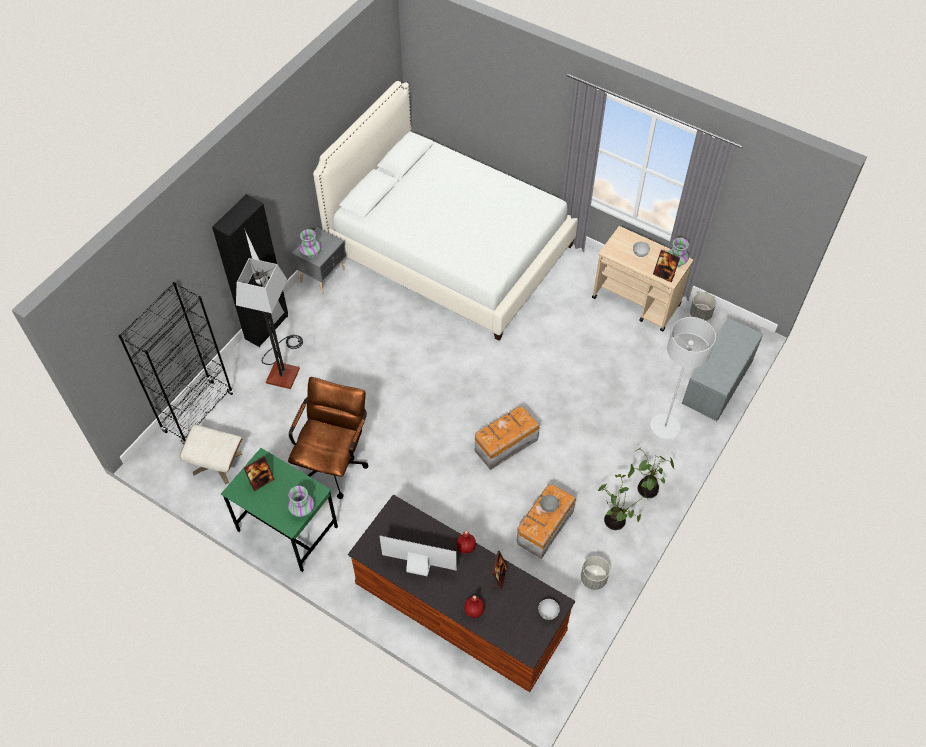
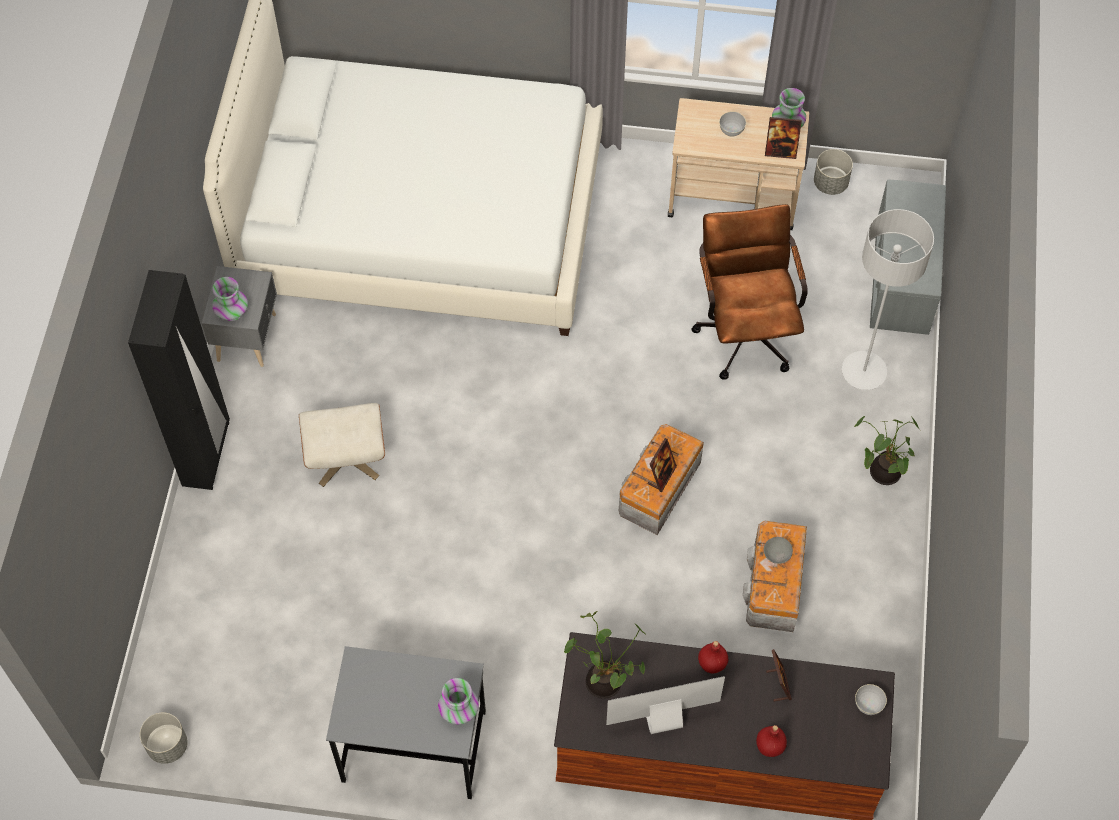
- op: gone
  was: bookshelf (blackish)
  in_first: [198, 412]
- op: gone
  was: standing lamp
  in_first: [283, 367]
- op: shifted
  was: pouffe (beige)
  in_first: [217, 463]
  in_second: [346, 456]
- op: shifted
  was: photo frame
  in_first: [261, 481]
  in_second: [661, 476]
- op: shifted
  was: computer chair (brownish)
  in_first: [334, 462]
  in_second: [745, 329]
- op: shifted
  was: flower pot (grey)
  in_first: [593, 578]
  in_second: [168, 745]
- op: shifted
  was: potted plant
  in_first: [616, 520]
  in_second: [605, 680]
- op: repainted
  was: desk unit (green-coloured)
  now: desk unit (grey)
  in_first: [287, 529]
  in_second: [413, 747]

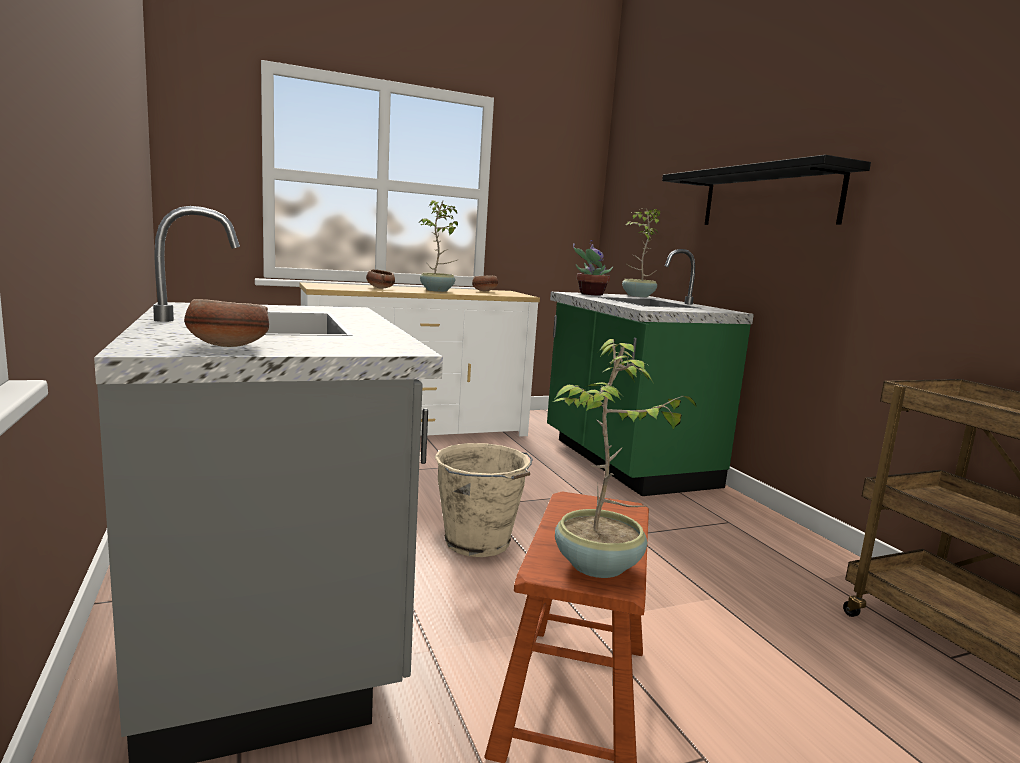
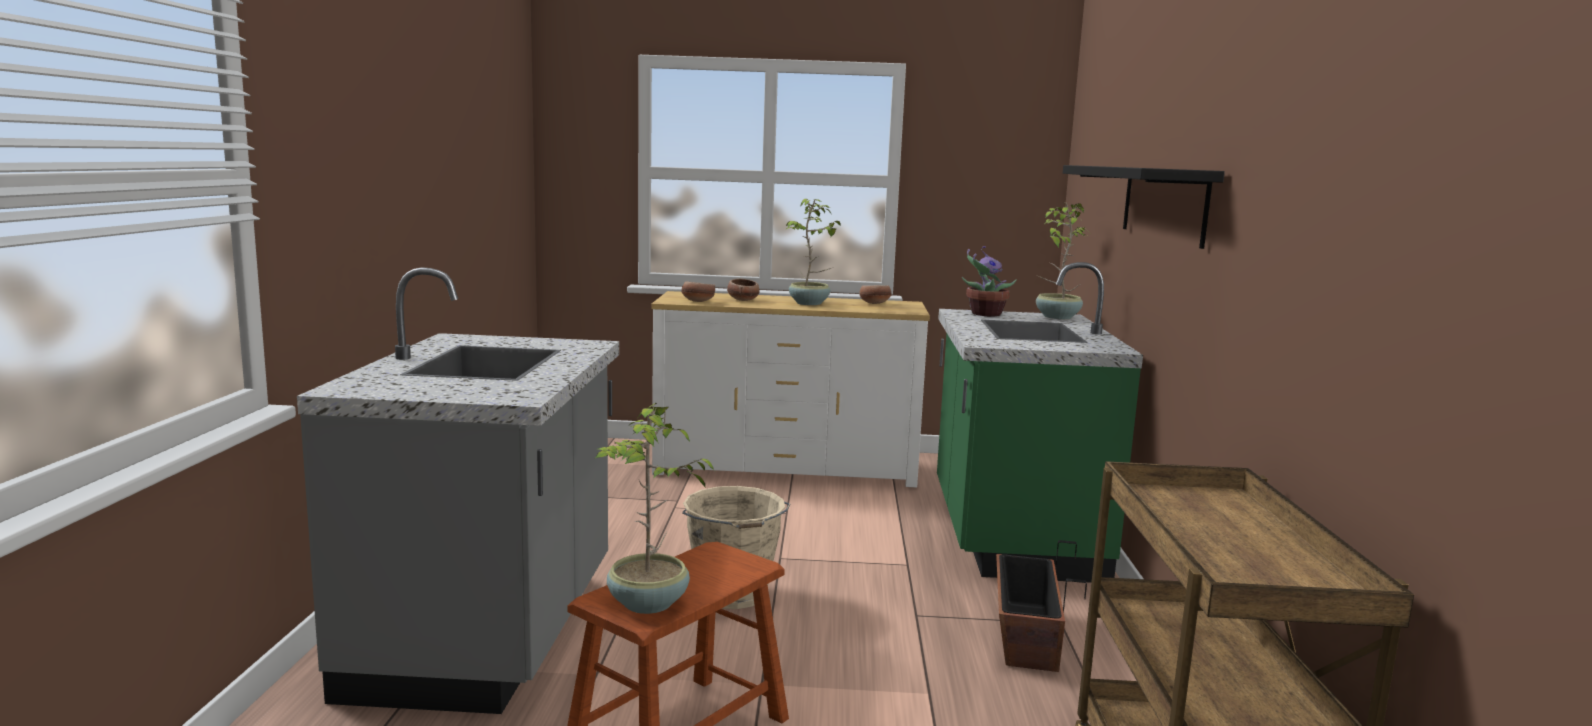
- op: new
  now: flower pot
  in_second: [1026, 636]
- op: shifted
  was: serving bowl
  in_first: [227, 346]
  in_second: [697, 301]

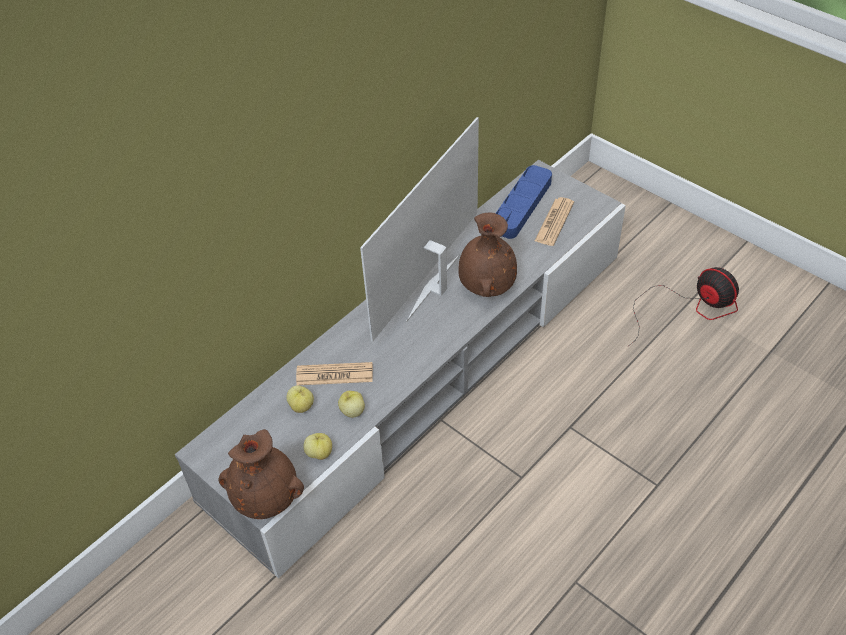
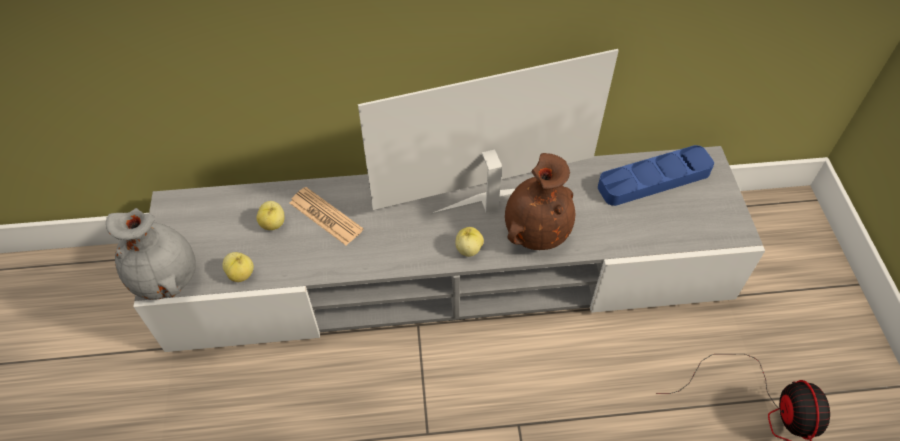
- op: gone
  was: newspaper
  in_first: [554, 222]
- op: shifted
  was: apple
  in_first: [352, 411]
  in_second: [468, 249]
- op: repainted
  was: vase (brownish)
  now: vase (grey)
  in_first: [266, 497]
  in_second: [167, 278]

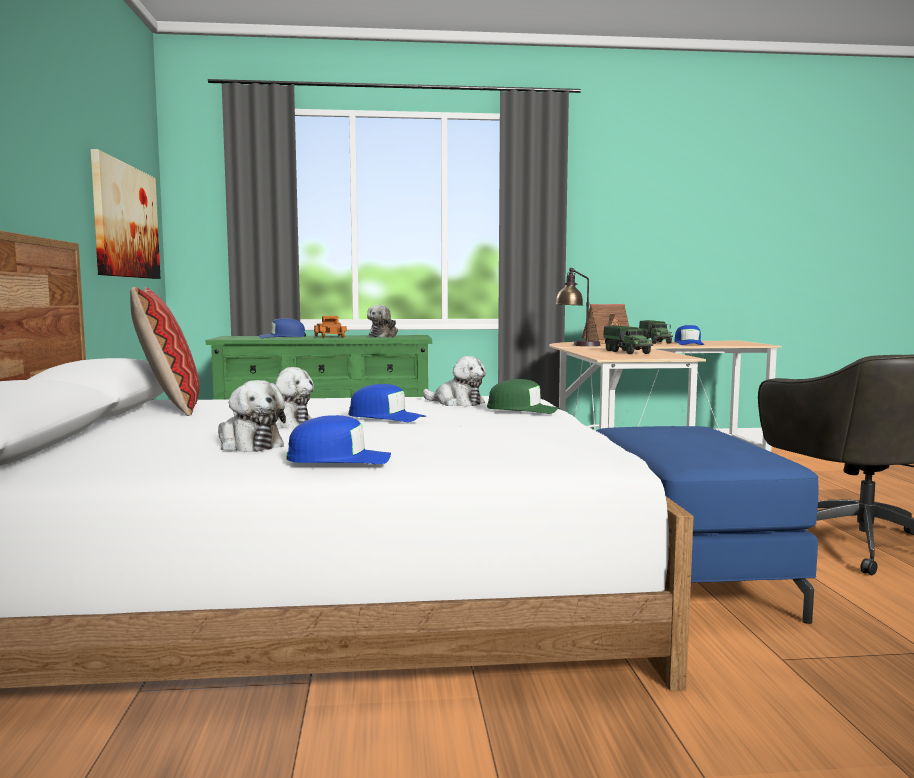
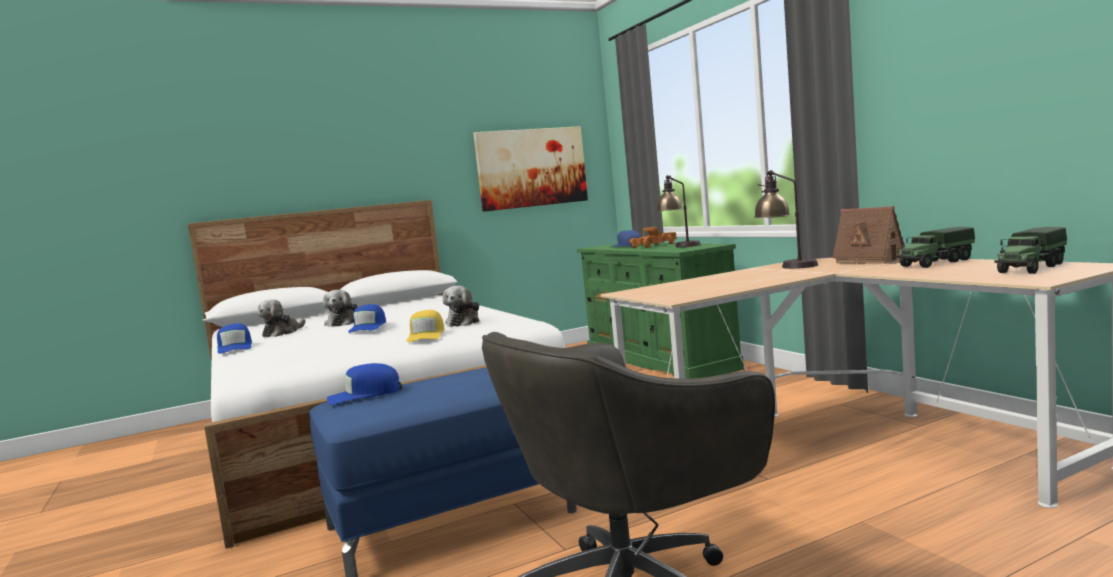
- op: gone
  was: throw pillow
  in_first: [170, 407]
- op: shifted
  was: toy lorry
  in_first: [627, 352]
  in_second: [1030, 268]
- op: shifted
  was: baseball cap (blue-coloured)
  in_first: [688, 343]
  in_second: [365, 395]
- op: swapped
  was: cuddly toy
  now: tabletop lamp
  in_first: [383, 336]
  in_second: [680, 247]
- op: repainted
  was: baseball cap (green-coloured)
  now: baseball cap (yellowish)
  in_first: [523, 409]
  in_second: [426, 335]

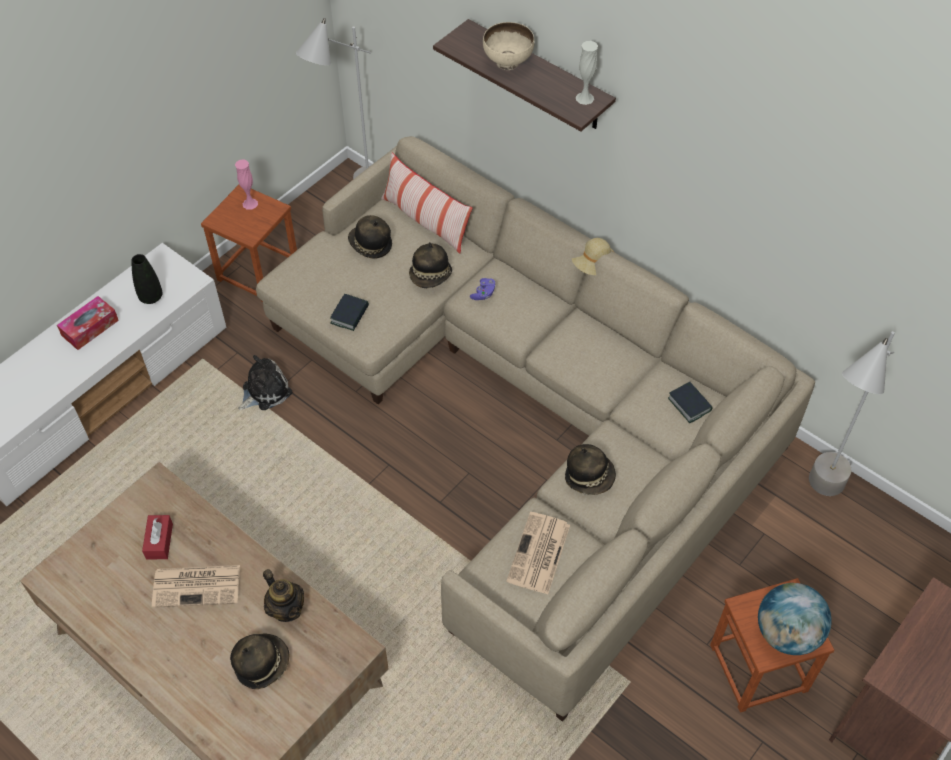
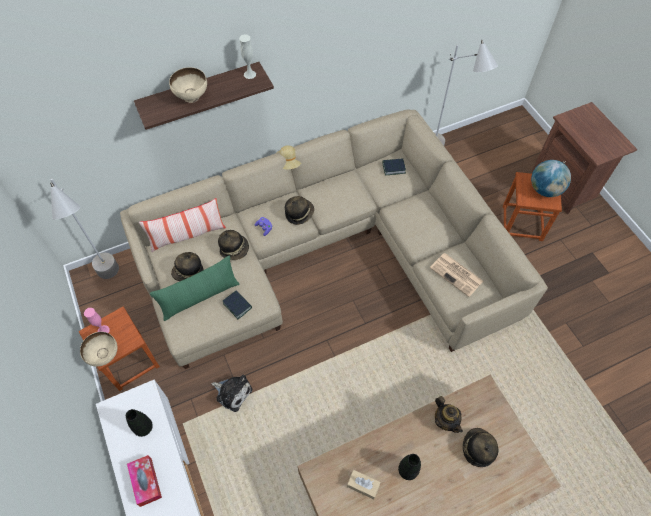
- op: new
  now: serving bowl (beige)
  in_second: [104, 355]
- op: new
  now: throw pillow (green-coloured)
  in_second: [200, 297]
- op: shifted
  was: hat
  in_first: [589, 477]
  in_second: [299, 213]
- op: swapped
  was: newspaper
  now: vase (blackish)
  in_first: [198, 585]
  in_second: [408, 470]
- op: repainted
  was: tissue holder (red)
  now: tissue holder (beige)
  in_first: [159, 541]
  in_second: [363, 485]
- op: rotated
  was: cuddly toy
  in_first: [264, 391]
  in_second: [232, 392]
  clockwise: 135
- op: rotated
  was: tea pot
  in_first: [286, 609]
  in_second: [445, 420]
  clockwise: 75

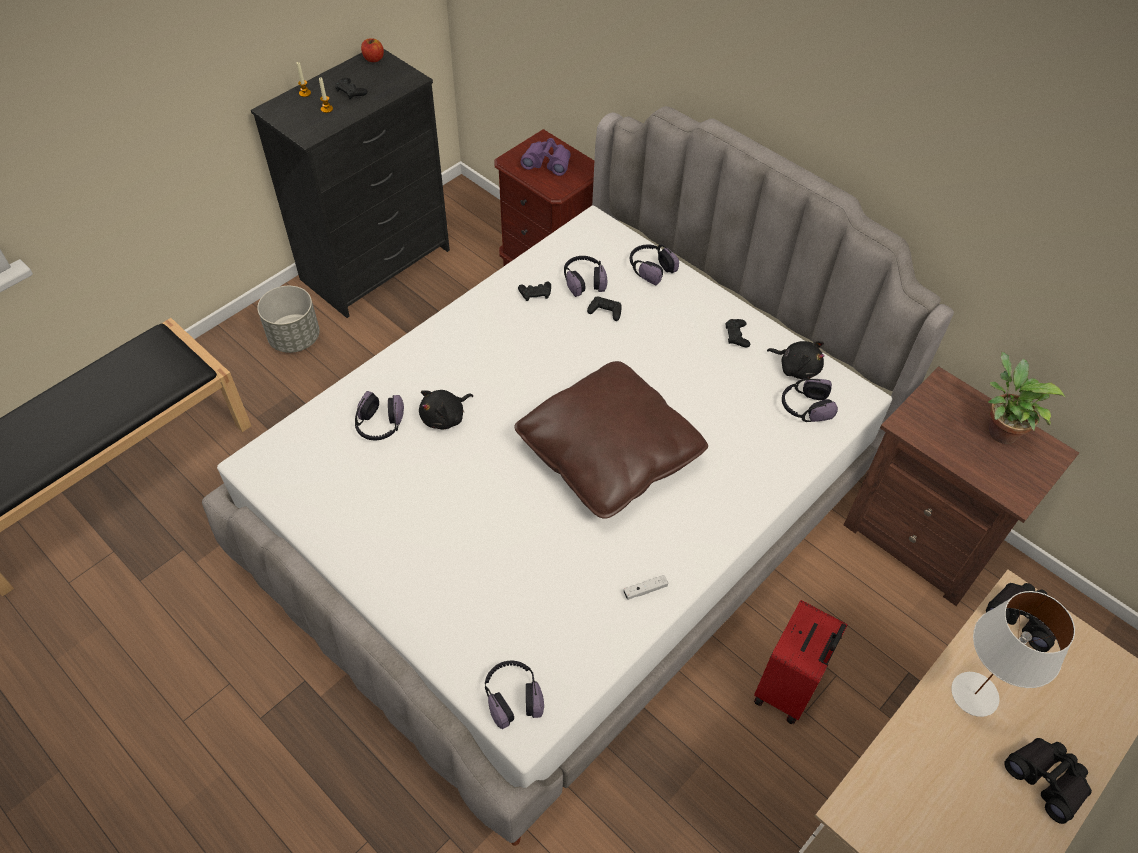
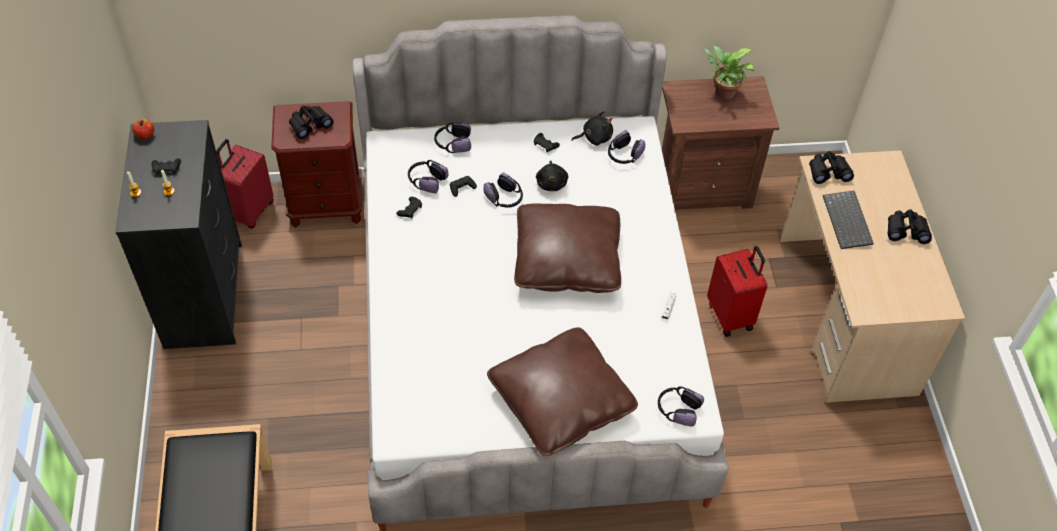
- op: gone
  was: flower pot (grey)
  in_first: [295, 338]
- op: new
  now: suitcase (red)
  in_second: [249, 211]
- op: new
  now: throw pillow (brownish)
  in_second: [561, 401]
- op: shifted
  was: headset
  in_first: [379, 425]
  in_second: [504, 198]
- op: shifted
  was: cuddly toy (blackish)
  in_first: [445, 417]
  in_second: [551, 183]
- op: swapped
  was: tabletop lamp (white)
  now: PC keyboard
  in_first: [975, 695]
  in_second: [848, 221]
- op: repainted
  was: field glasses (purple-coloured)
  now: field glasses (blackish)
  in_first: [547, 162]
  in_second: [310, 125]

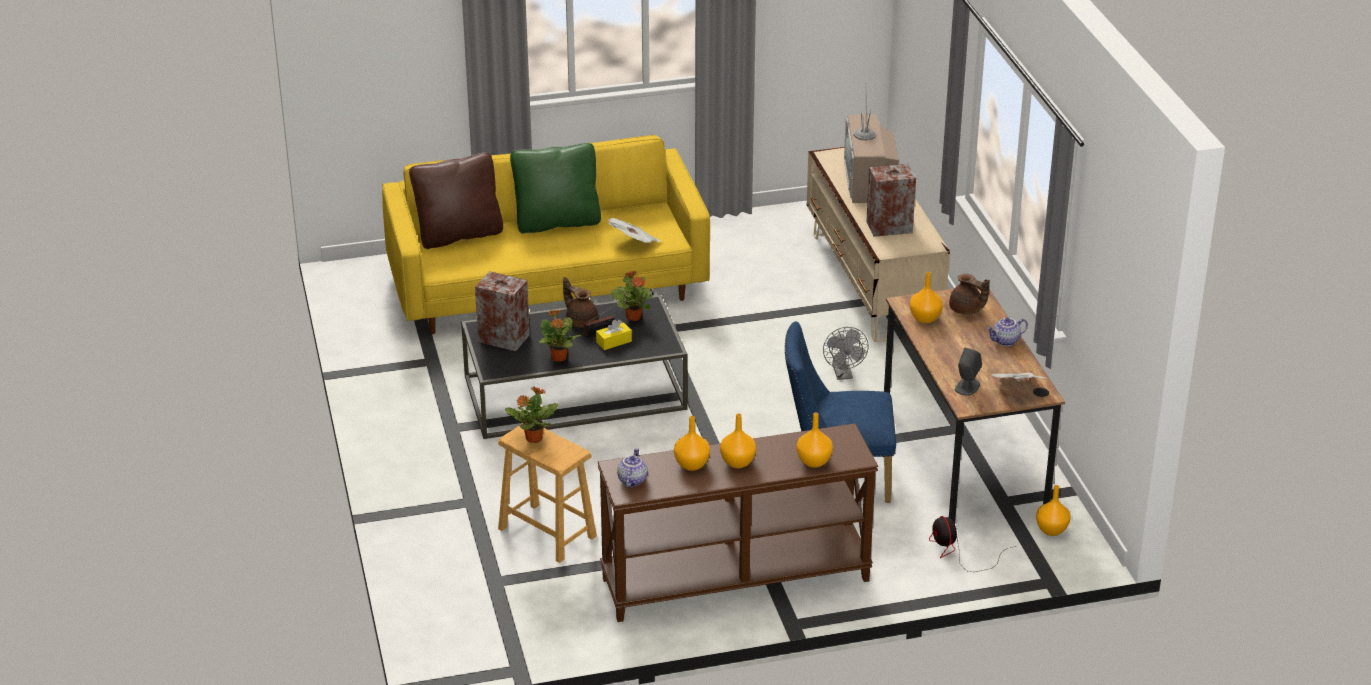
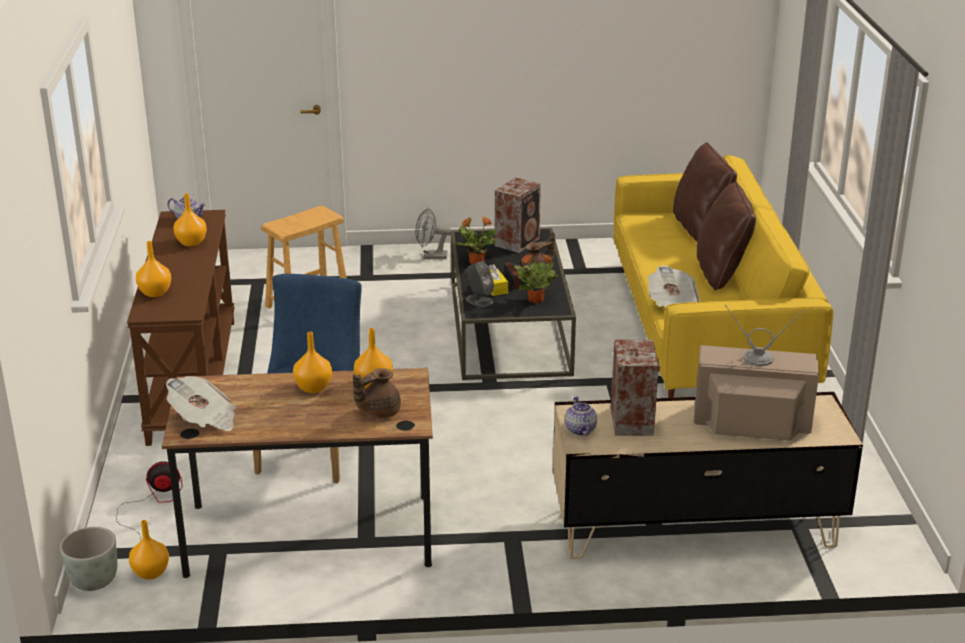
- op: gone
  was: potted plant
  in_first: [533, 438]
- op: new
  now: flower pot (grey)
  in_second: [93, 581]
- op: shifted
  was: vase (orange)
  in_first: [737, 463]
  in_second: [313, 387]
- op: shifted
  was: electric fan (grey)
  in_first: [843, 375]
  in_second: [431, 256]
- op: shifted
  was: loudspeaker (grey)
  in_first: [967, 387]
  in_second: [479, 301]
- op: shifted
  was: tea pot
  in_first: [1006, 341]
  in_second: [579, 429]
- op: repainted
  was: throw pillow (green-coloured)
  now: throw pillow (brownish)
  in_first: [557, 222]
  in_second: [721, 273]

